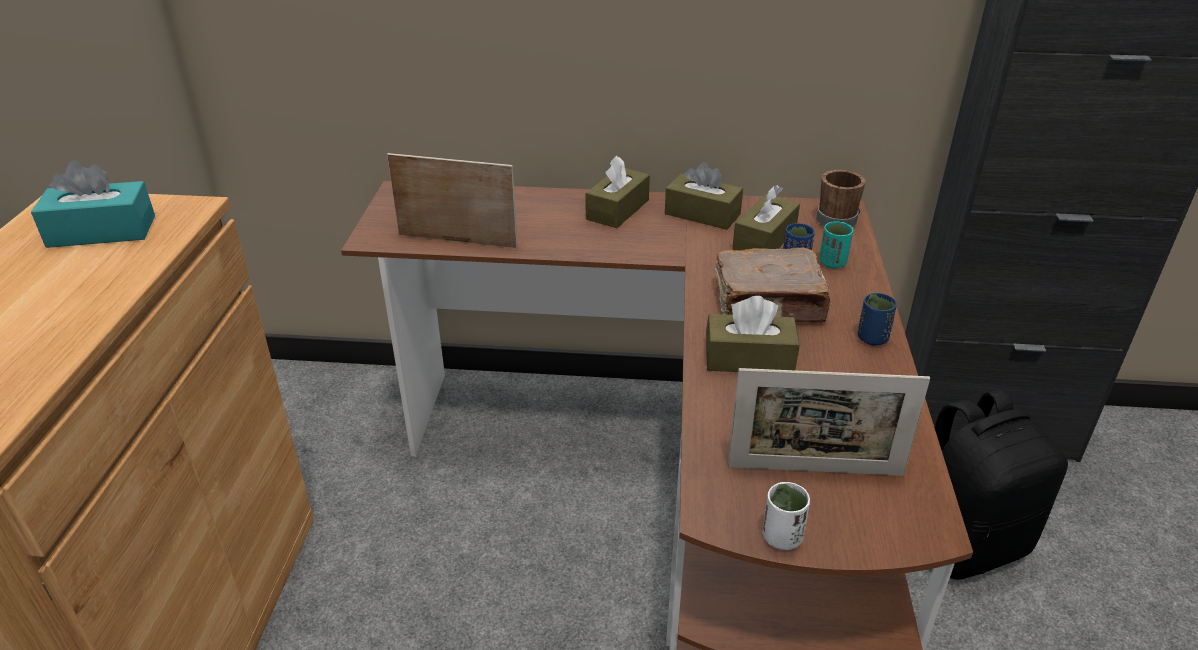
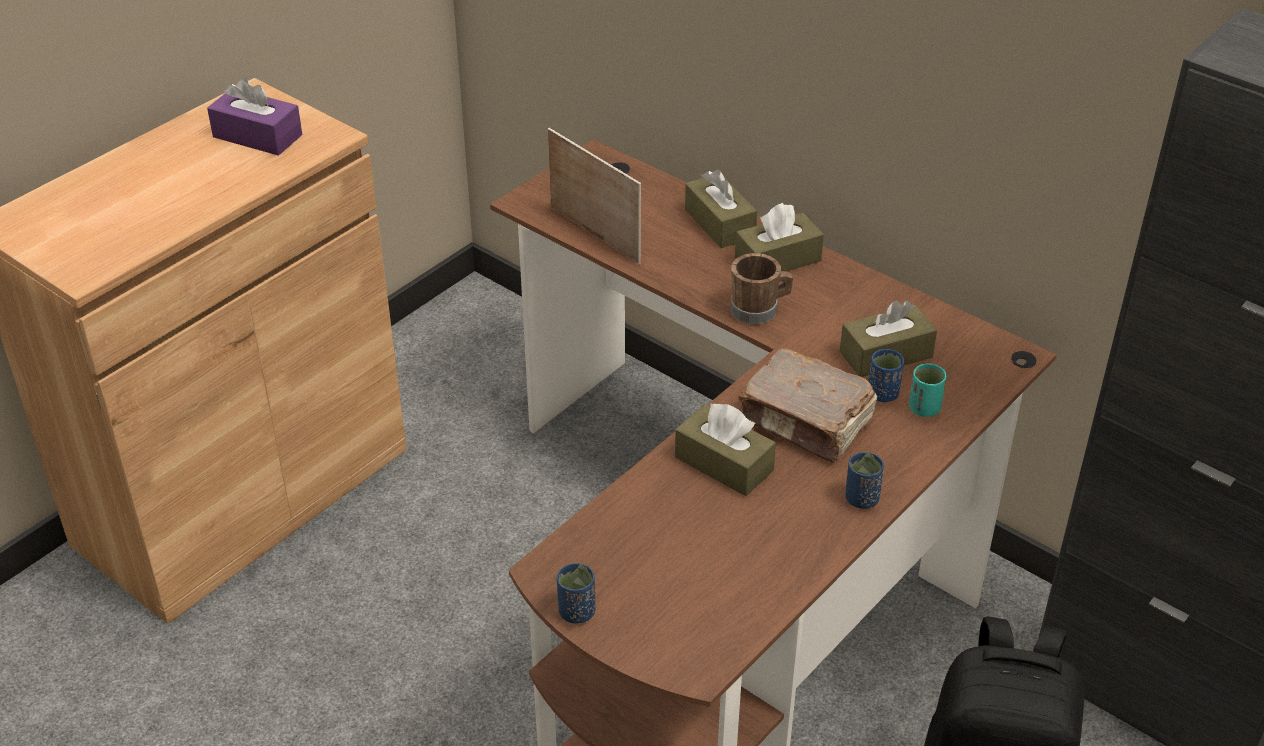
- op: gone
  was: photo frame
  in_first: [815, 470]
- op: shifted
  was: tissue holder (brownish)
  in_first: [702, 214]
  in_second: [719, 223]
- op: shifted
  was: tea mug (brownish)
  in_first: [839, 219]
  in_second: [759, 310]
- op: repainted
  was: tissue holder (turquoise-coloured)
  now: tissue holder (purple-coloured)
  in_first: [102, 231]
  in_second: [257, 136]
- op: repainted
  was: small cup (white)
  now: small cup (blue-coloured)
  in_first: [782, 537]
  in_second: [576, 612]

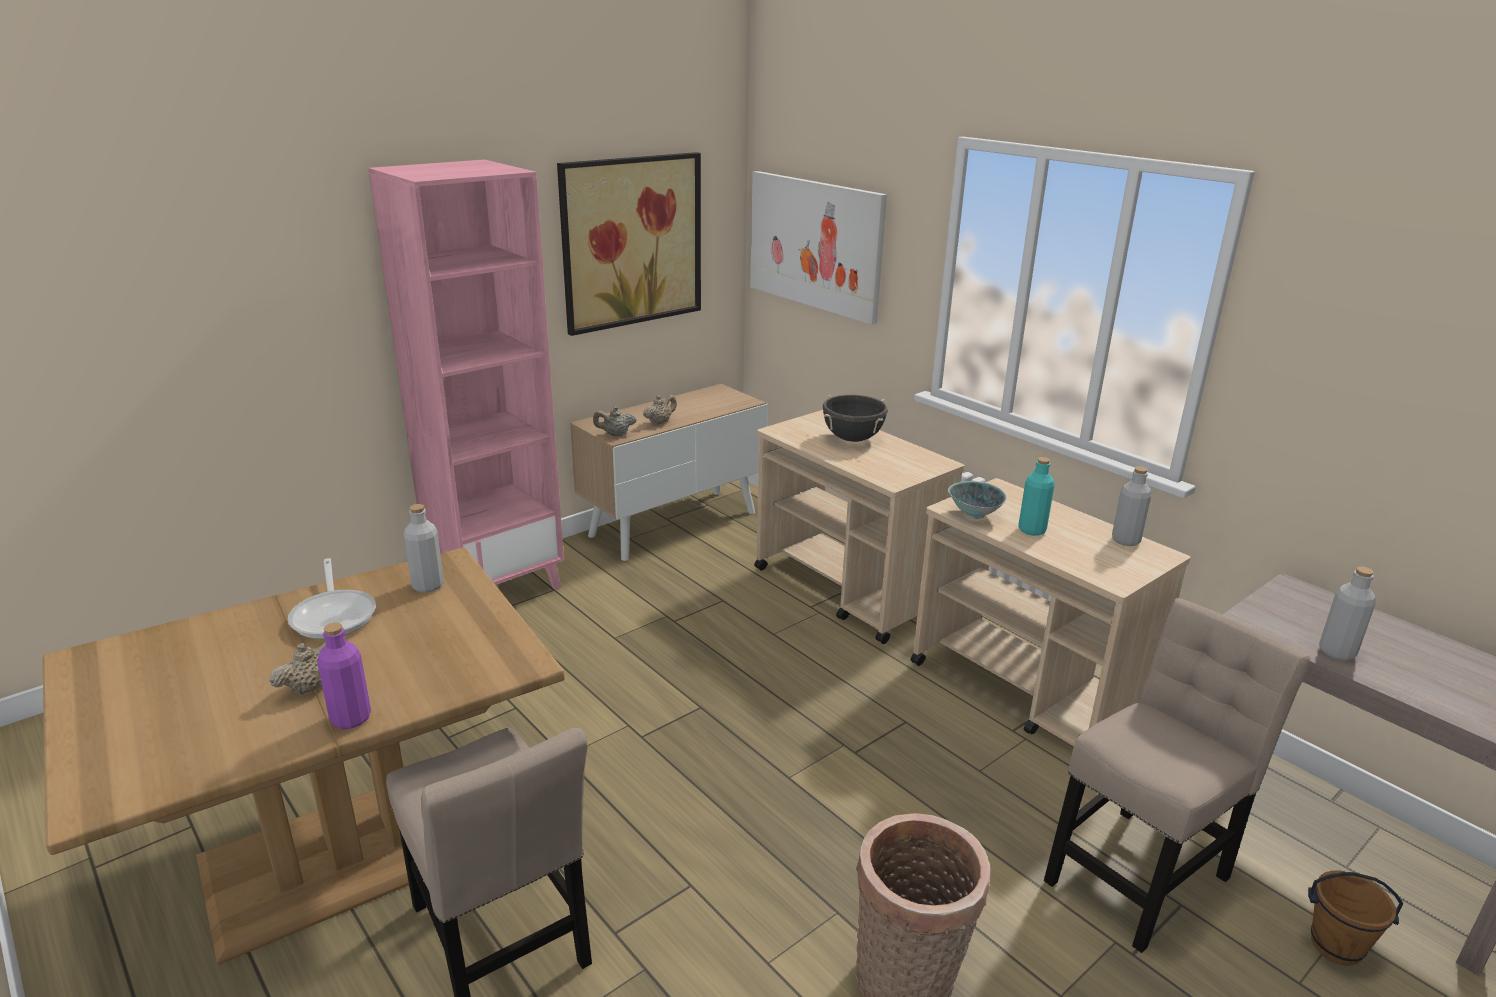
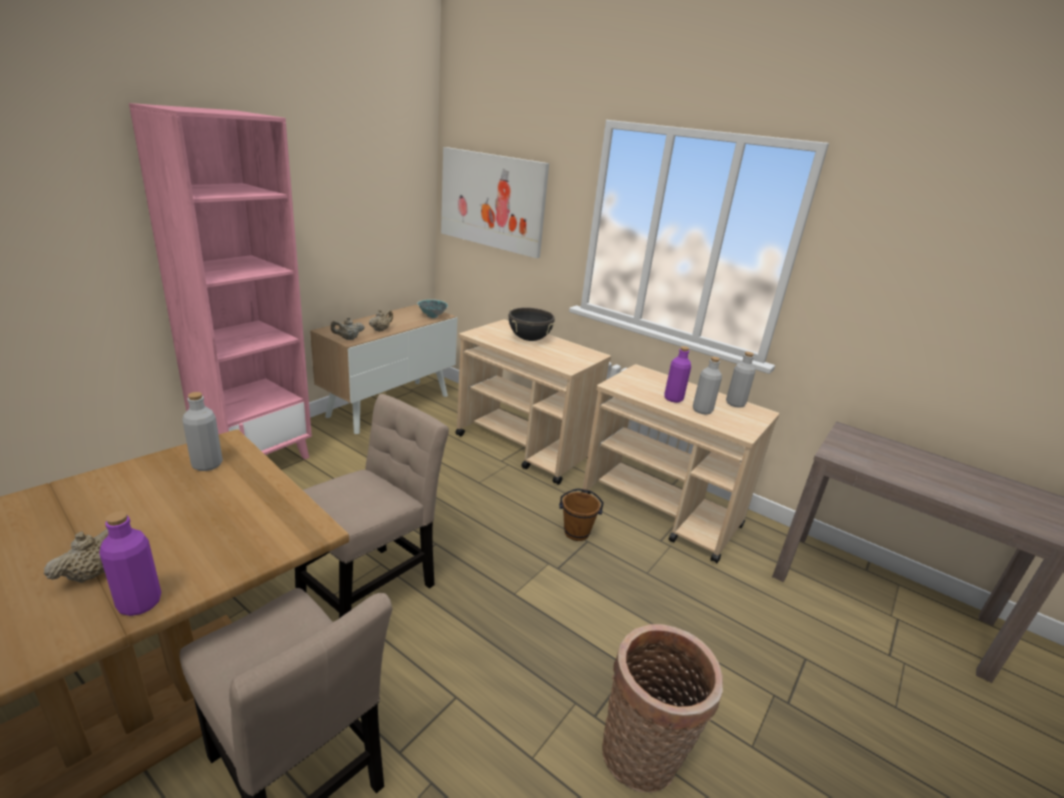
- op: gone
  was: frying pan
  in_first: [334, 615]
- op: gone
  was: wall art
  in_first: [632, 241]
- op: shifted
  was: serving bowl
  in_first: [973, 515]
  in_second: [432, 316]
- op: shifted
  was: chair (beige)
  in_first: [1141, 872]
  in_second: [372, 588]
- op: shifted
  was: water bucket (brownish)
  in_first: [1336, 947]
  in_second: [576, 533]
- op: shifted
  was: drink bottle (grey)
  in_first: [1336, 652]
  in_second: [702, 410]
- op: repainted
  was: drink bottle (turquoise-coloured)
  now: drink bottle (purple-coloured)
  in_first: [1032, 530]
  in_second: [673, 399]

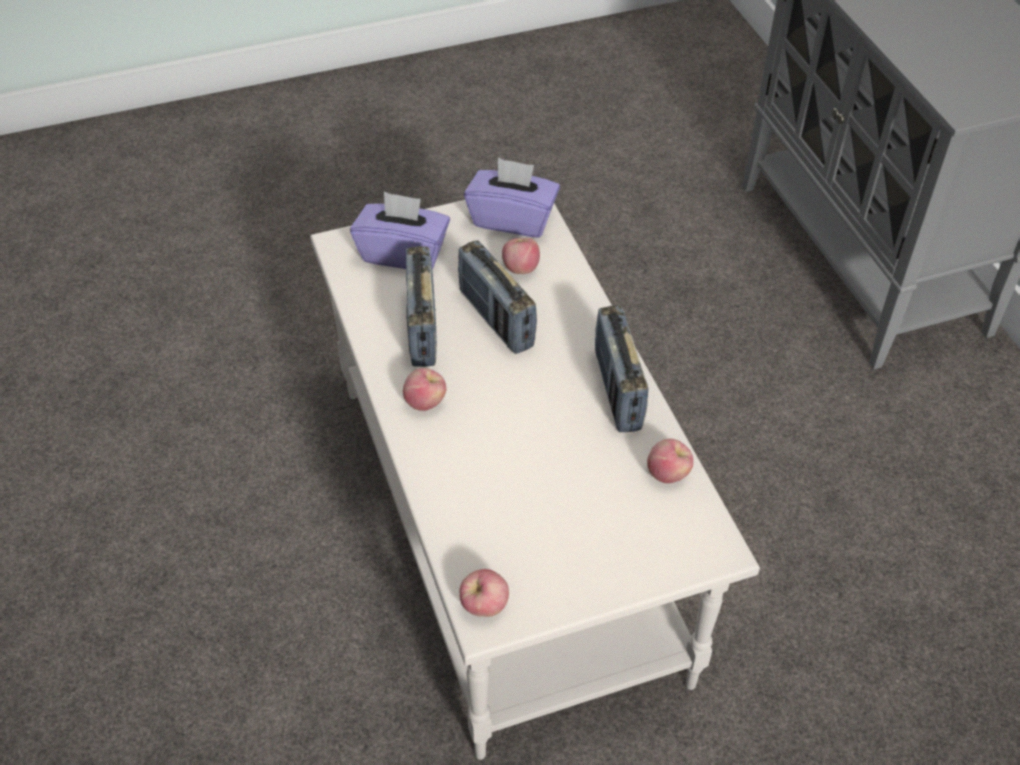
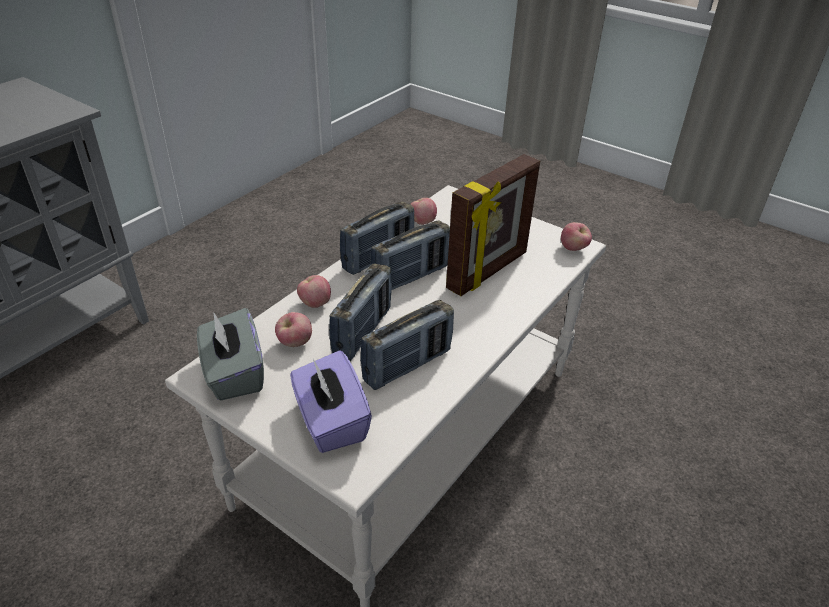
- op: new
  now: radio
  in_second: [410, 277]
- op: new
  now: photo frame
  in_second: [488, 271]
- op: shifted
  was: apple
  in_first: [425, 402]
  in_second: [314, 303]
- op: repainted
  was: tissue holder (purple-coloured)
  now: tissue holder (grey)
  in_first: [512, 219]
  in_second: [234, 373]

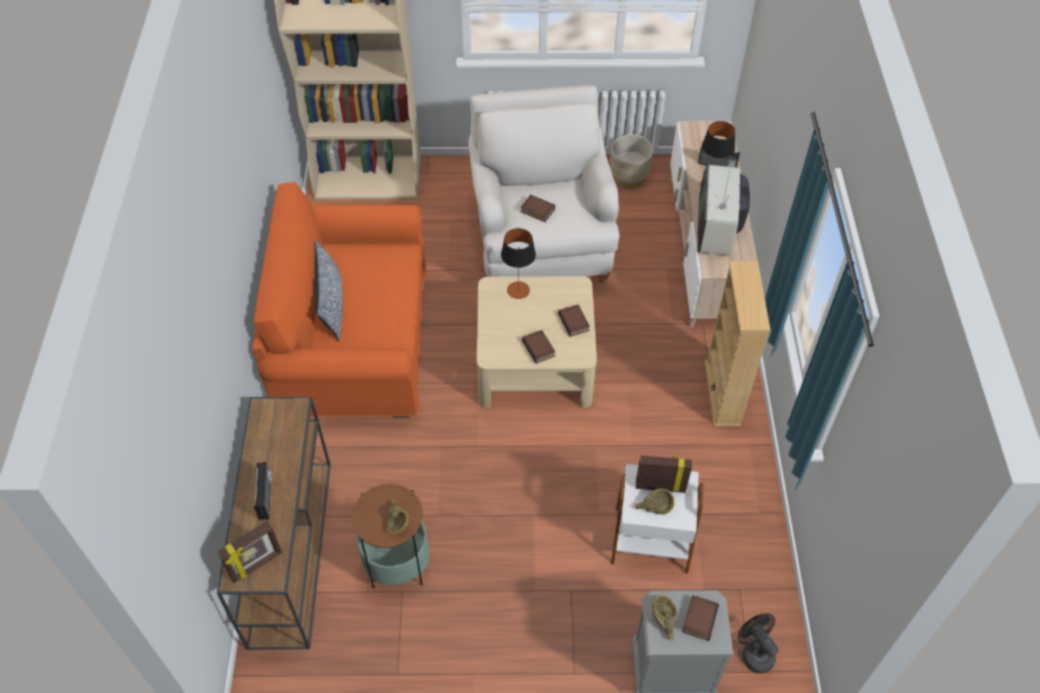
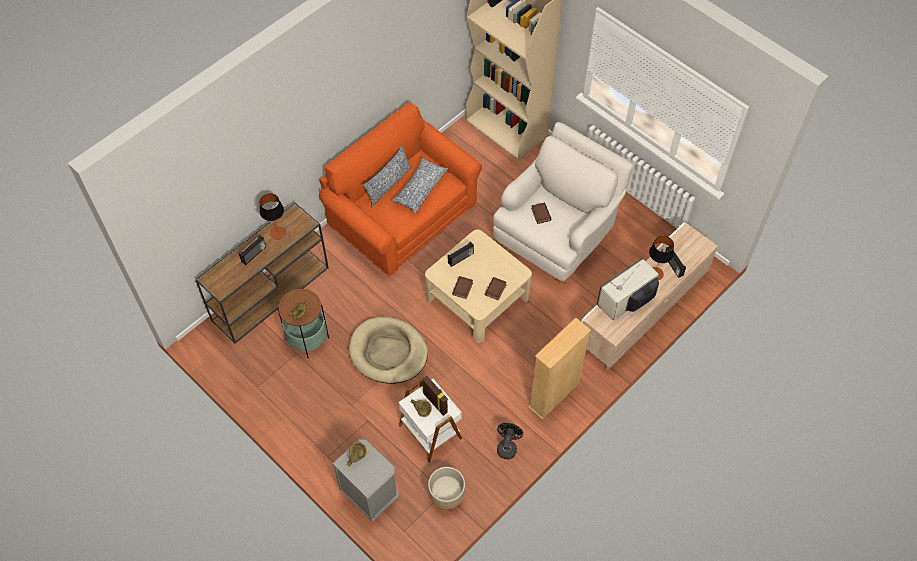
- op: gone
  was: photo frame
  in_first: [256, 565]
- op: gone
  was: bound book
  in_first: [698, 618]
- op: new
  now: pet bed (beige)
  in_second: [388, 352]
- op: new
  now: throw pillow
  in_second: [419, 189]
- op: new
  now: radio
  in_second: [461, 258]
- op: shifted
  was: tabletop lamp
  in_first: [518, 290]
  in_second: [277, 233]
- op: shifted
  was: flower pot (beige)
  in_first: [629, 177]
  in_second: [447, 496]
- op: shifted
  was: electric fan (blackish)
  in_first: [754, 653]
  in_second: [507, 446]

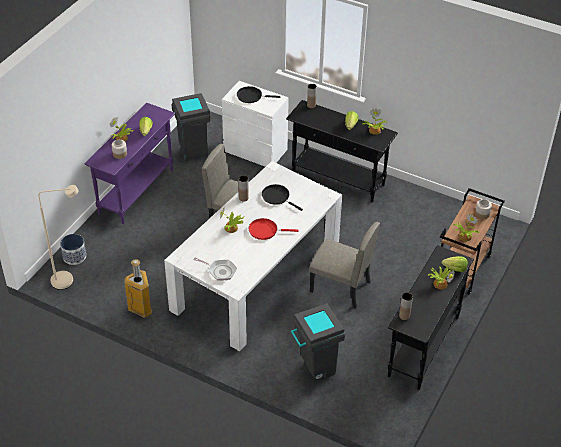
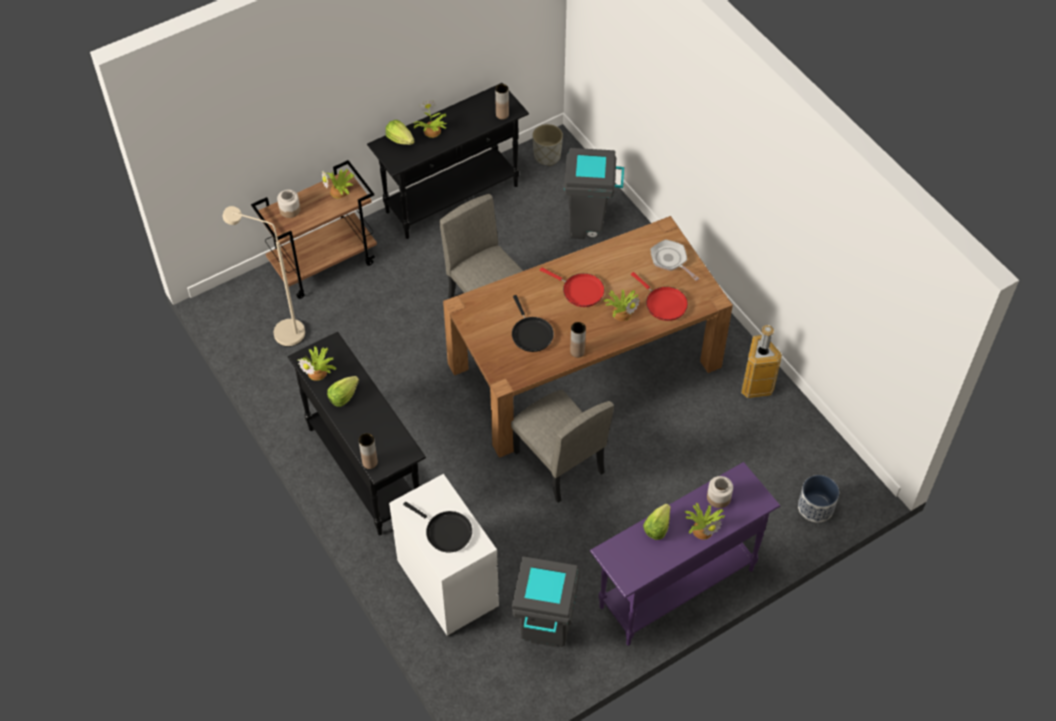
- op: new
  now: flower pot (grey)
  in_second: [547, 156]
- op: new
  now: frying pan (red)
  in_second: [663, 303]
- op: shifted
  was: standing lamp (beige)
  in_first: [68, 280]
  in_second: [281, 331]
- op: repainted
  was: dining table (white)
  now: dining table (brownish)
  in_first: [256, 277]
  in_second: [584, 365]

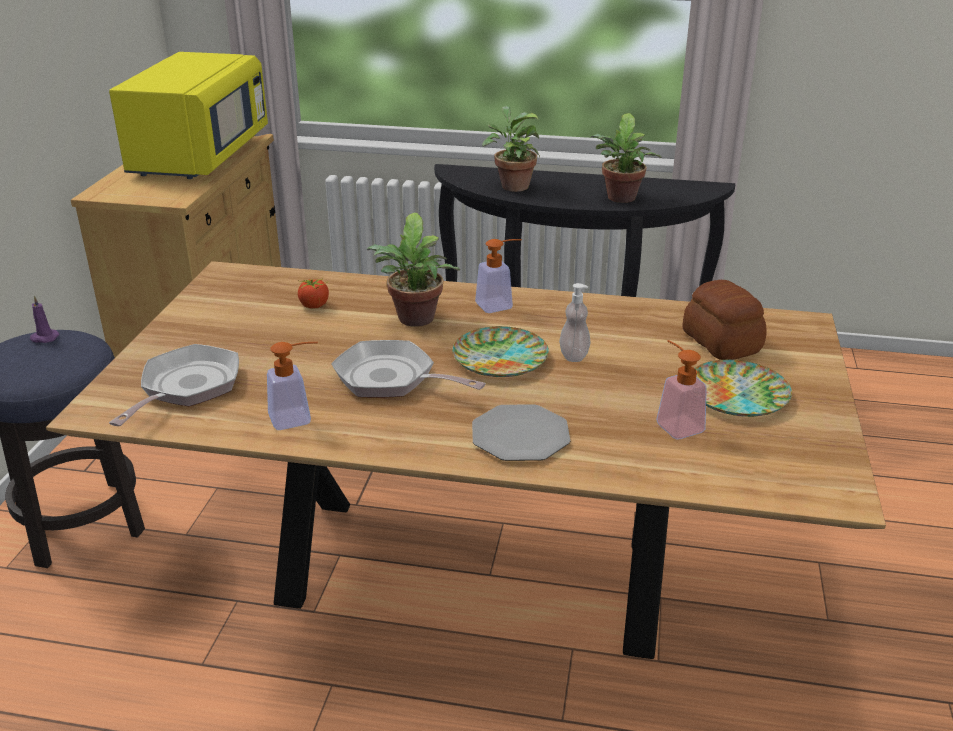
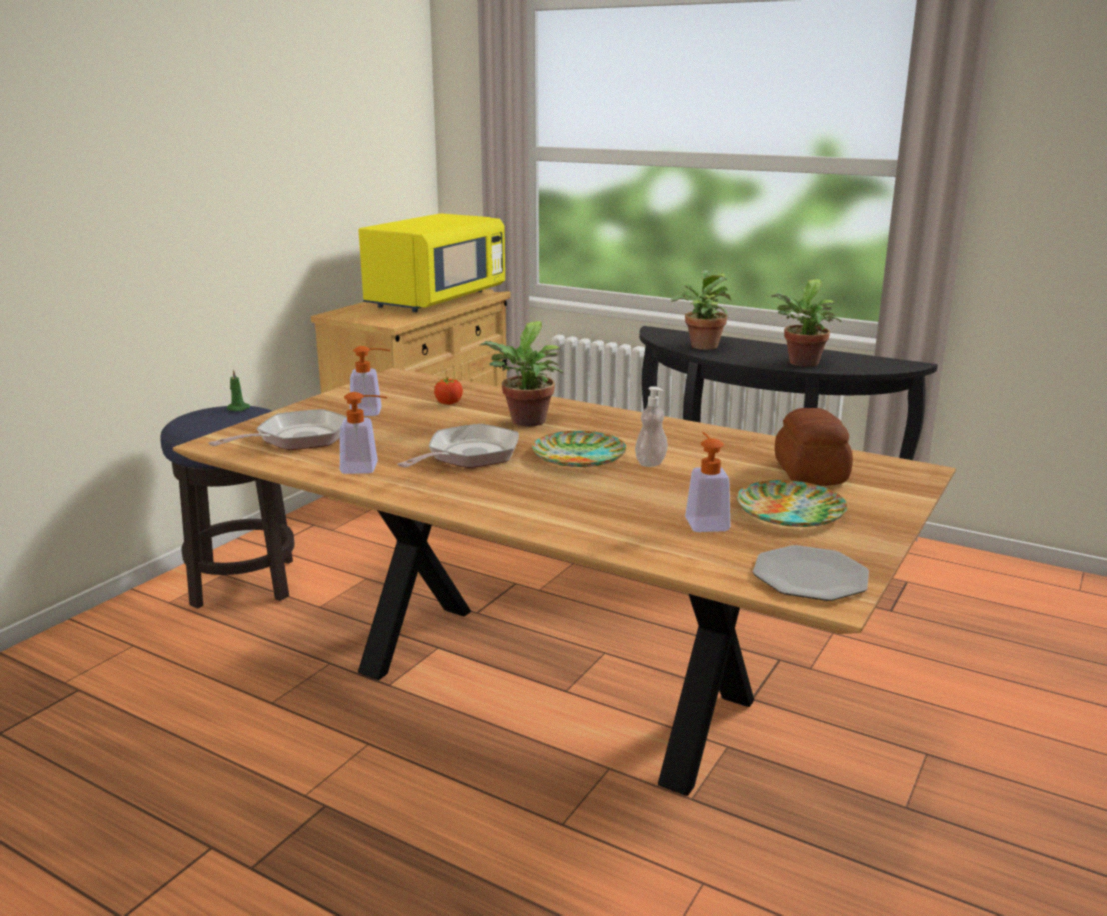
- op: shifted
  was: plate
  in_first: [520, 435]
  in_second: [810, 576]
- op: shifted
  was: soap bottle
  in_first: [500, 304]
  in_second: [372, 412]
- op: repainted
  was: wax candle (purple-coloured)
  now: wax candle (green-coloured)
  in_first: [44, 338]
  in_second: [237, 408]
- op: rotated
  was: frying pan
  in_first: [391, 379]
  in_second: [468, 456]
  clockwise: 75

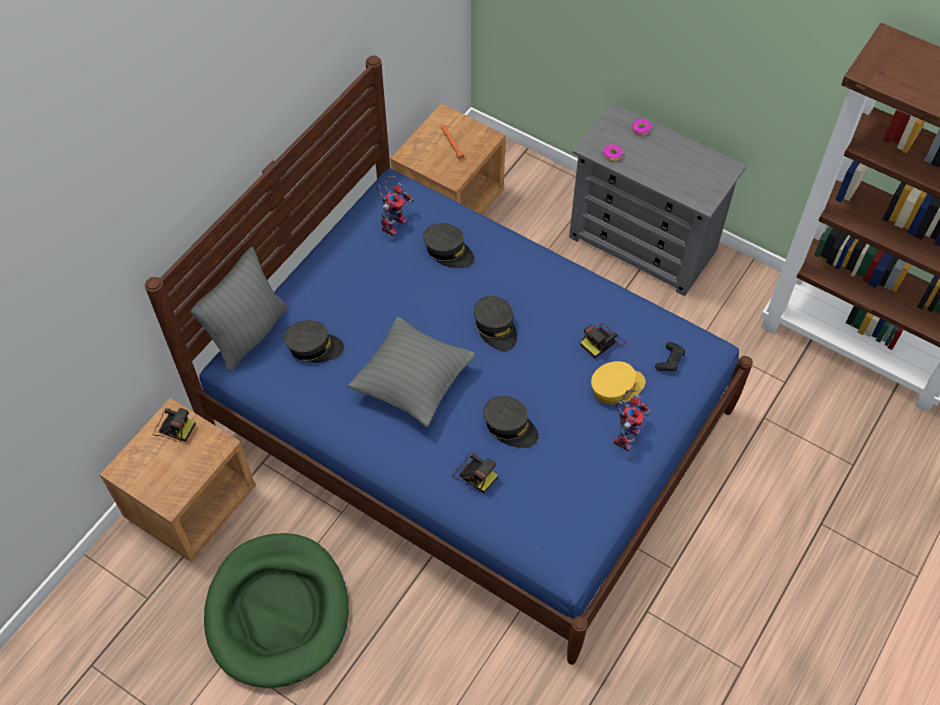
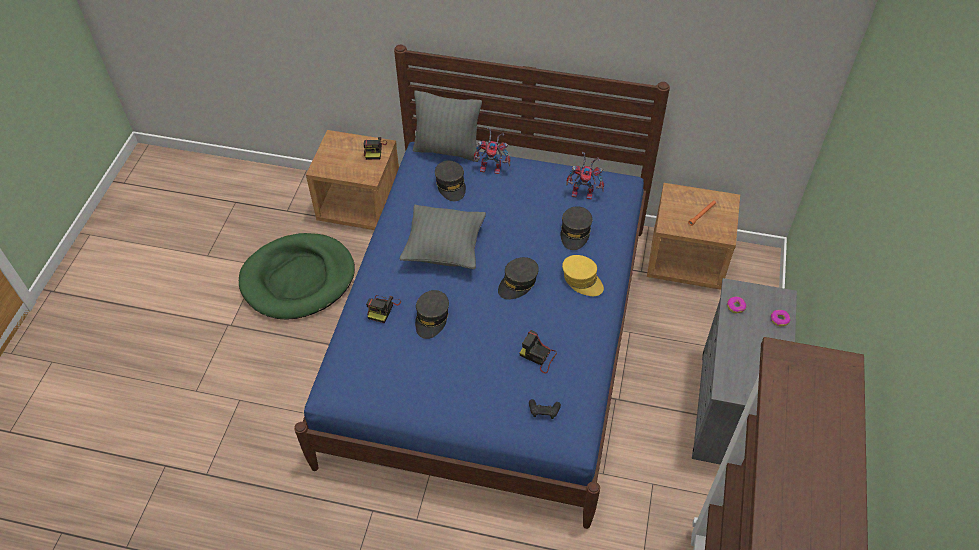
- op: shifted
  was: baseball cap (yellowish)
  in_first: [616, 387]
  in_second: [582, 280]
- op: shifted
  was: model robot
  in_first: [625, 433]
  in_second: [493, 167]

